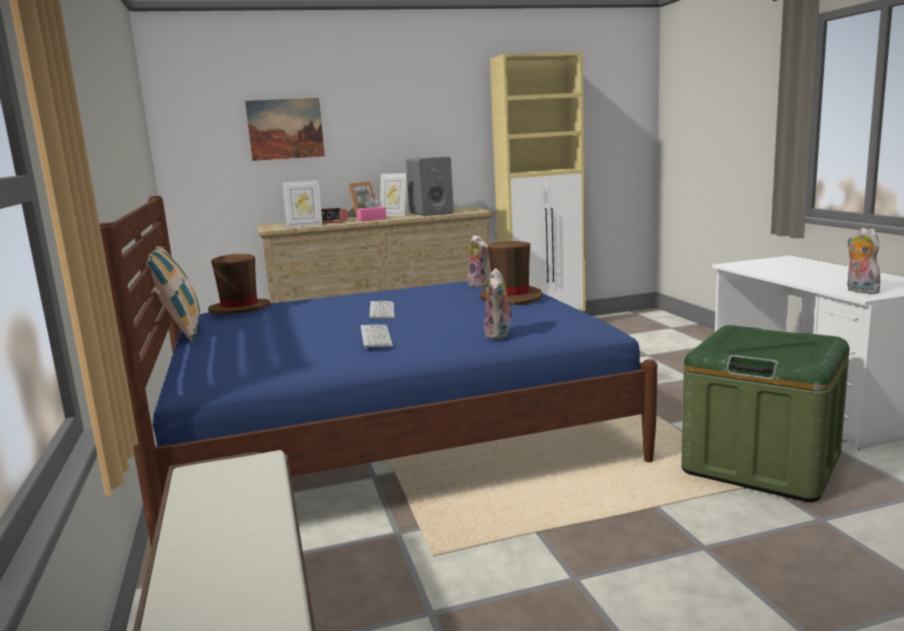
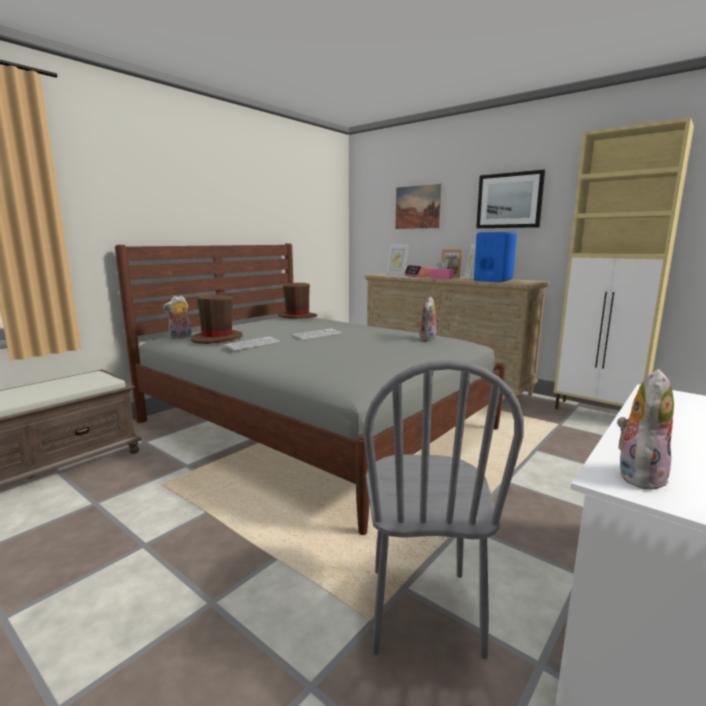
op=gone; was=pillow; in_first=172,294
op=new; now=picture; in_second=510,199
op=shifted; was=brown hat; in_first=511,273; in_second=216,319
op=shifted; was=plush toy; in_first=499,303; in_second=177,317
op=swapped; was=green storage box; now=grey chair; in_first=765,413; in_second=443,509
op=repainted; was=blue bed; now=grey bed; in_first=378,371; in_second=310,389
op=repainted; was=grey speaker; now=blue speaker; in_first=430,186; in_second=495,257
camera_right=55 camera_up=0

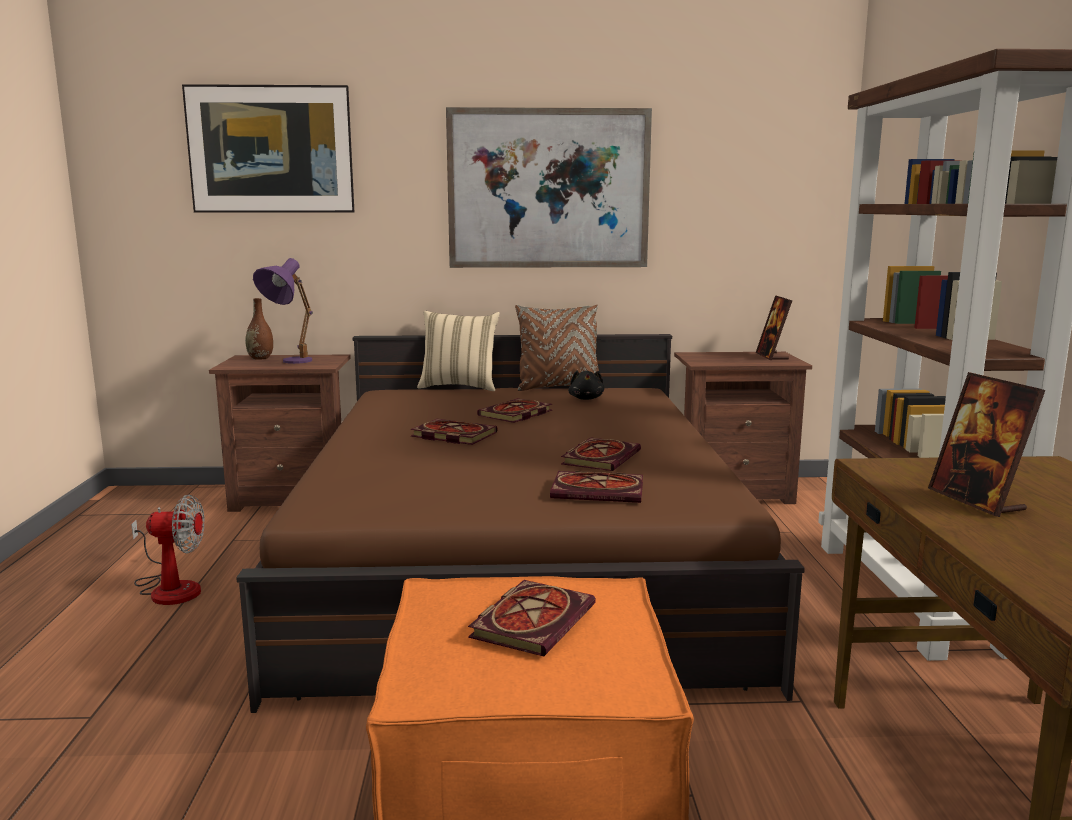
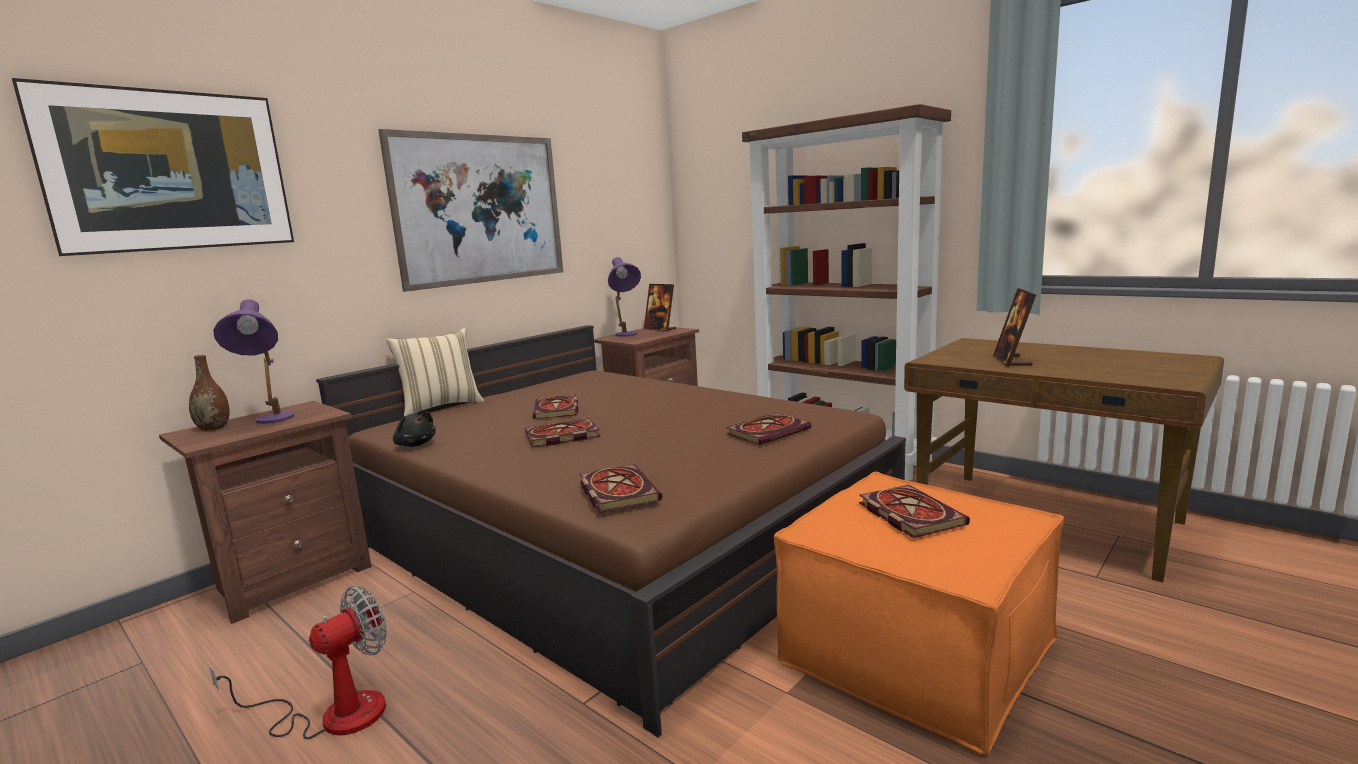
op=gone; was=brown pillow; in_first=557,348
op=new; now=purple table lamp; in_second=624,297
op=shifted; was=book; in_first=601,454; in_second=621,488
op=shifted; was=black plush toy; in_first=586,385; in_second=414,429
op=rotated; was=picture frame; in_first=986,444; in_second=1014,327; clockwise=75
camera_right=-45 camera_up=0

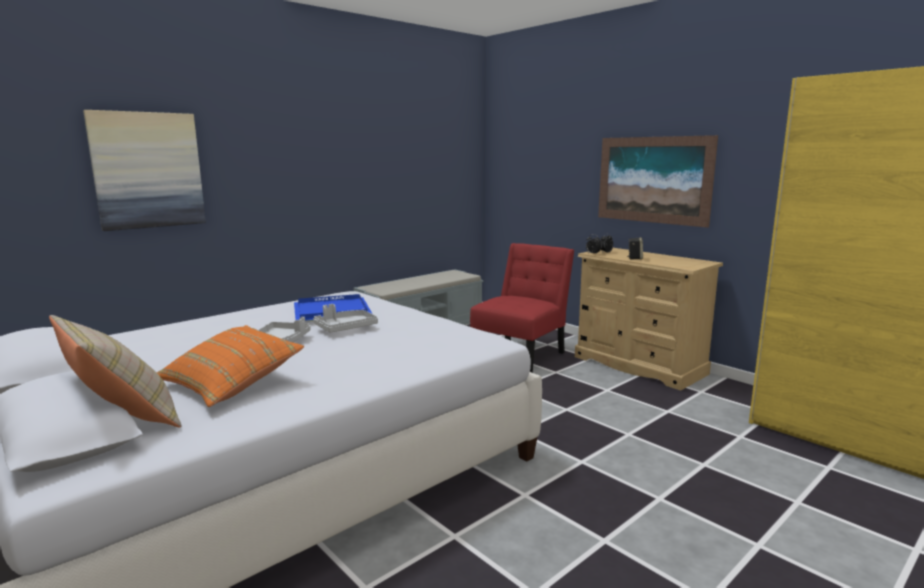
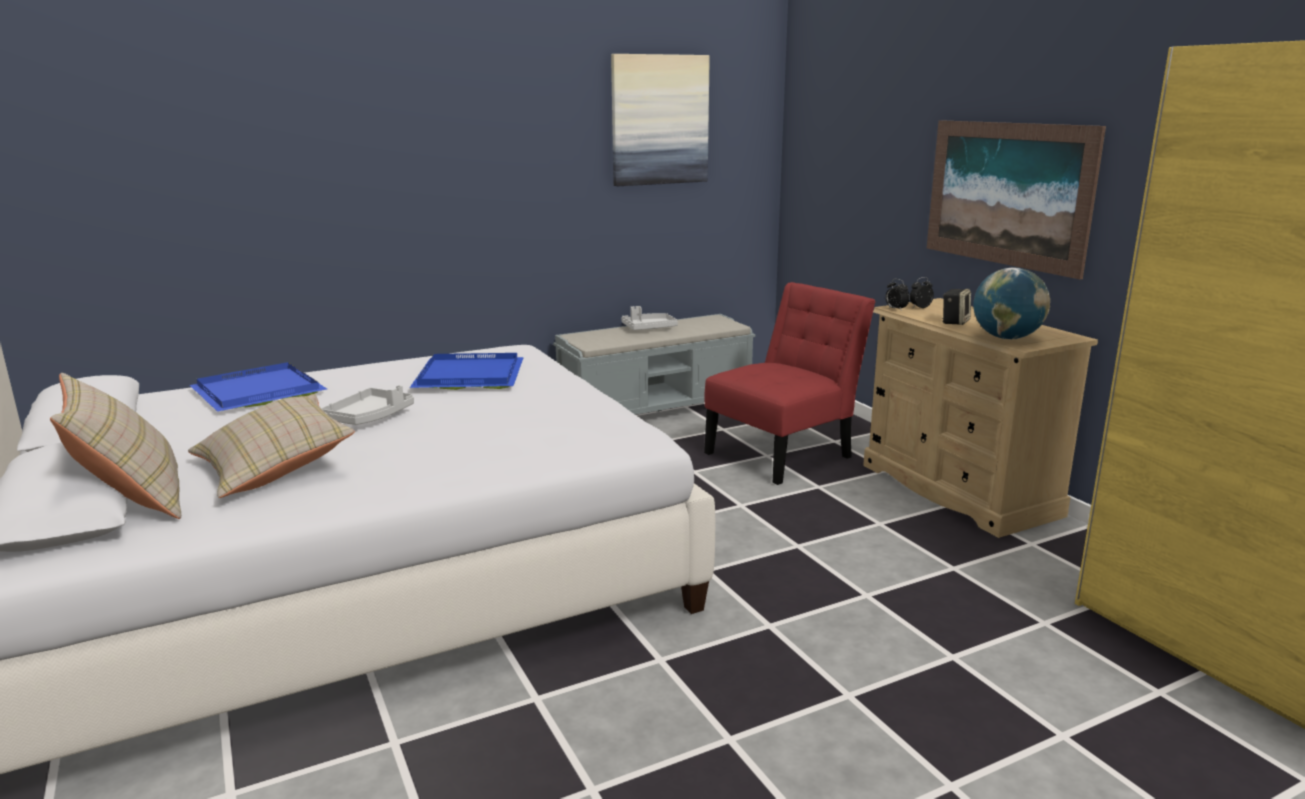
op=new; now=blue tray; in_second=258,387
op=new; now=globe; in_second=1012,303
op=shifted; was=picture; in_first=144,170; in_second=660,120
op=shifted; was=grey tray; in_first=345,318; in_second=649,318
op=repainted; was=orange pillow; now=beige pillow; in_first=230,366; in_second=271,446
camera_right=15 camera_up=5

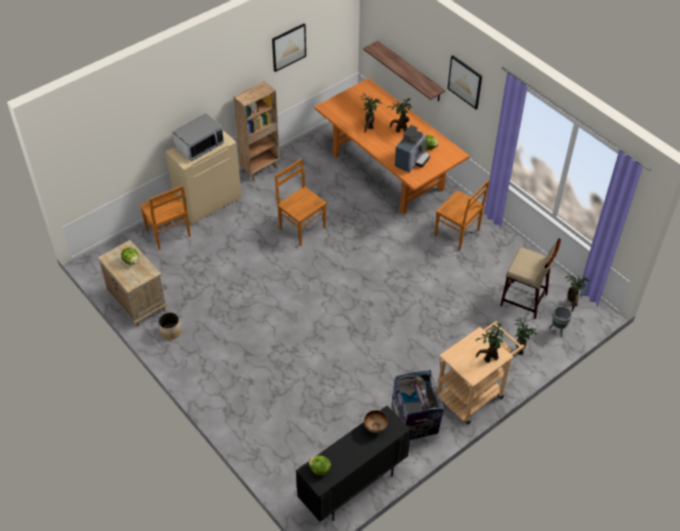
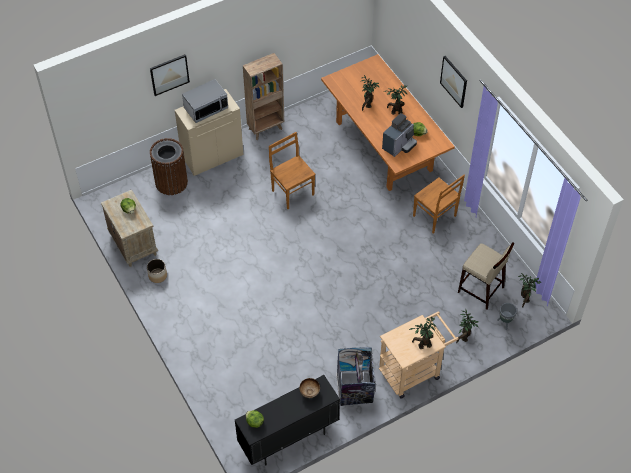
op=gone; was=shelf; in_first=404,71
op=shifted; was=picture; in_first=289,47; in_second=170,75
op=swapped; was=brown chair; now=brown trash can; in_first=165,217; in_second=169,166
camera_right=10 camera_up=5

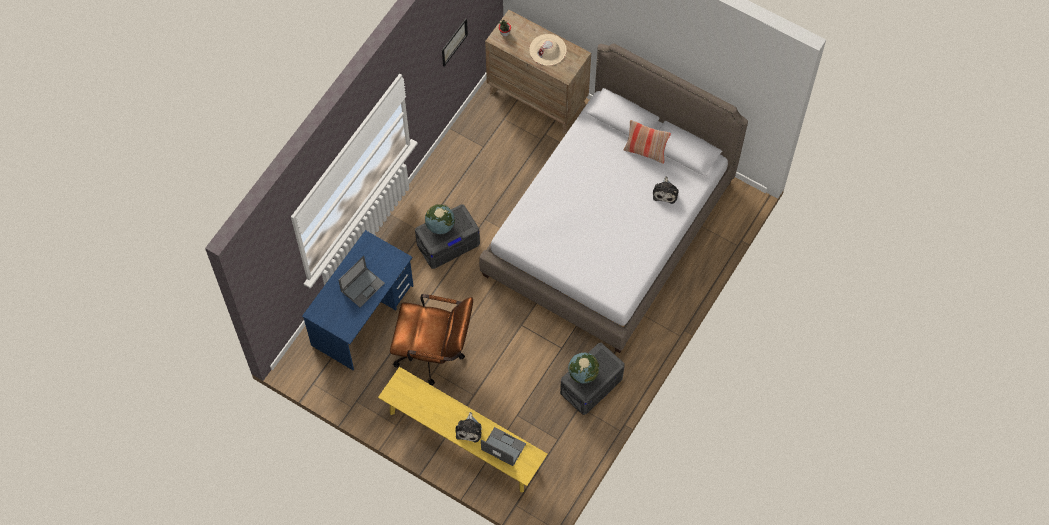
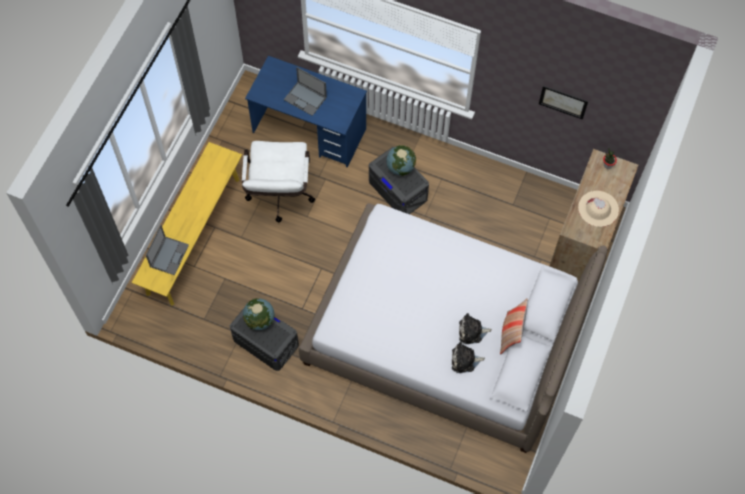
op=shifted; was=plush toy; in_first=468,427; in_second=475,328
op=repainted; was=brown office chair; now=white office chair; in_first=431,339; in_second=278,182
camera_right=80 camera_up=0

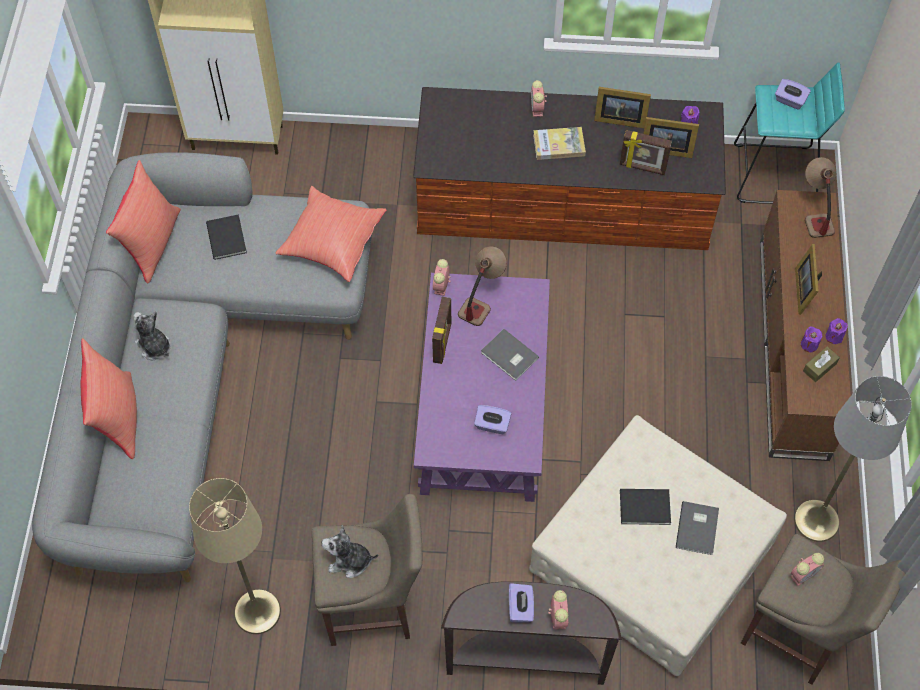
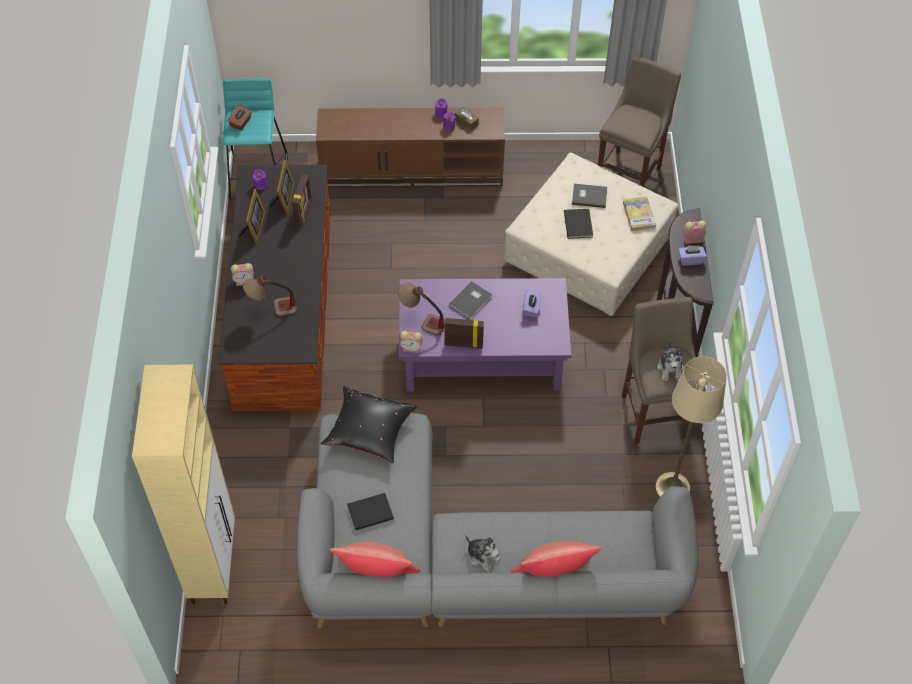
op=gone; was=alarm clock; in_first=807,569
op=gone; was=grey floor lamp; in_first=853,459
op=gone; was=picture frame; in_first=808,279
op=shifted; was=book; in_first=559,143; in_second=639,213
op=shifted; was=table lamp; in_first=820,197; in_second=270,296
op=repainted; was=red pillow; now=black pillow; in_first=331,234; in_second=369,424
op=repainted; was=purple tissue box; now=brown tissue box; in_first=793,94; in_second=240,117
op=rotated; was=plush toy; in_first=152,335; in_second=483,553; clockwise=-90
camera_right=-95 camera_up=-5

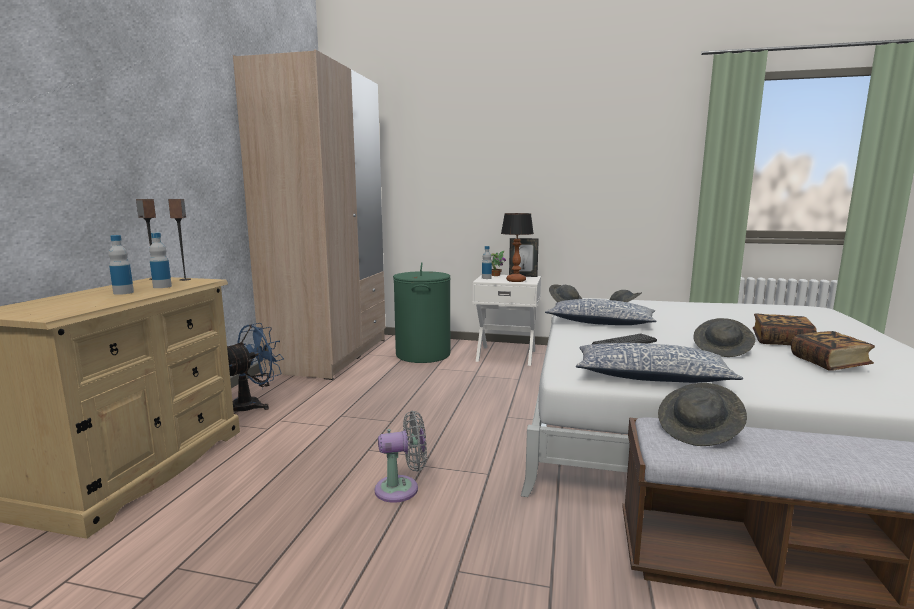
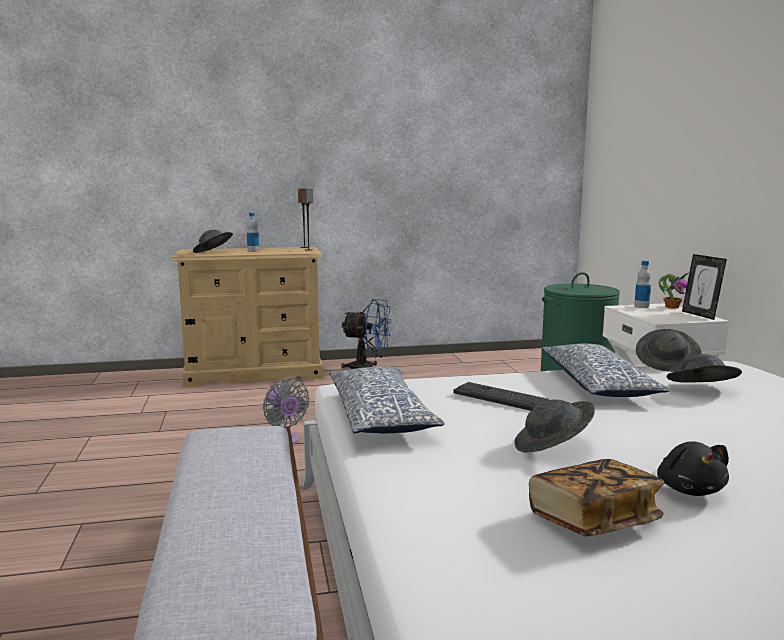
op=gone; was=bottle; in_first=160,260
op=gone; was=beige wardrobe; in_first=309,214
op=gone; was=table lamp; in_first=517,247
op=shifted; was=grey hat; in_first=702,414; in_second=213,241
op=swapped; was=book; now=black plush toy; in_first=785,329; in_second=693,468
camera_right=65 camera_up=0

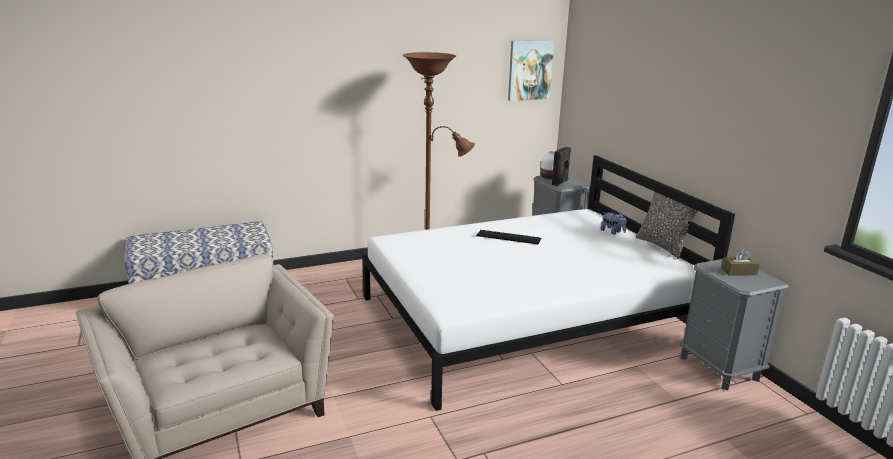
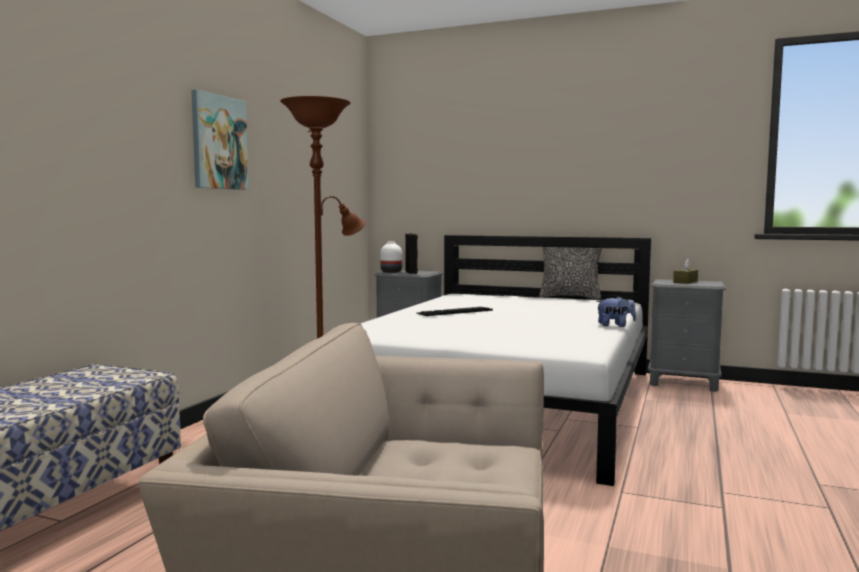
op=shifted; was=picture; in_first=531,70; in_second=220,139
op=shifted; was=plush toy; in_first=613,223; in_second=616,311
camera_right=-45 camera_up=-15

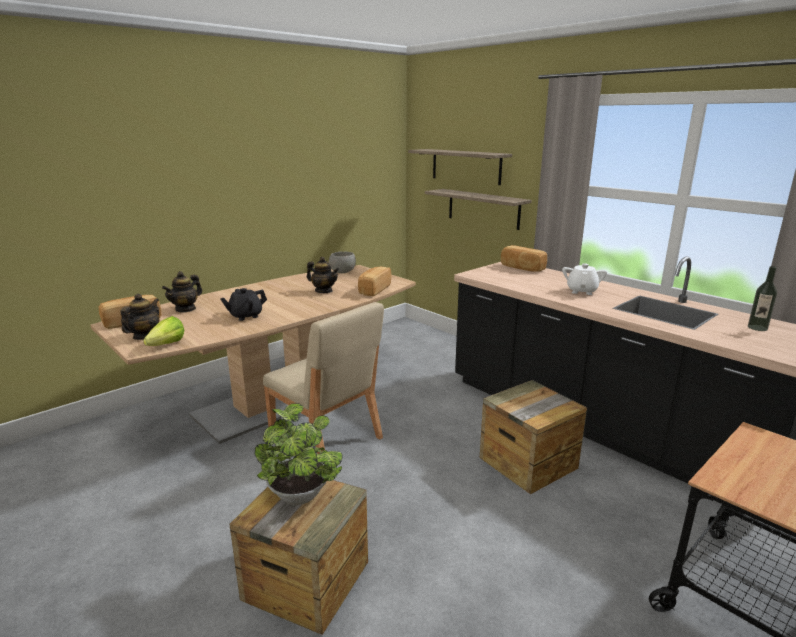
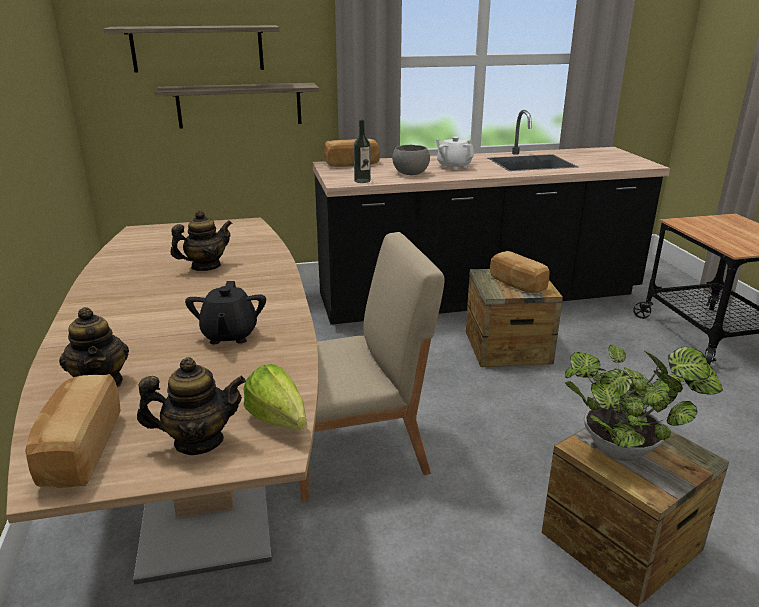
op=shifted; was=grey bowl; in_first=342,262; in_second=411,160
op=shifted; was=bread; in_first=375,281; in_second=520,272
op=shifted; was=bottle; in_first=762,298; in_second=362,151
op=rotated; was=teapot; in_first=139,317; in_second=191,406; clockwise=120
camera_right=-60 camera_up=5

